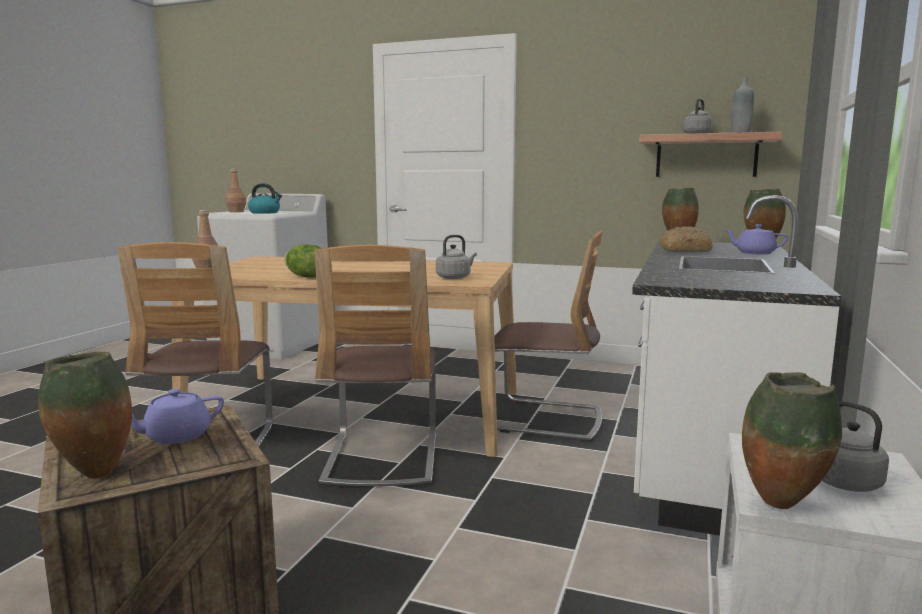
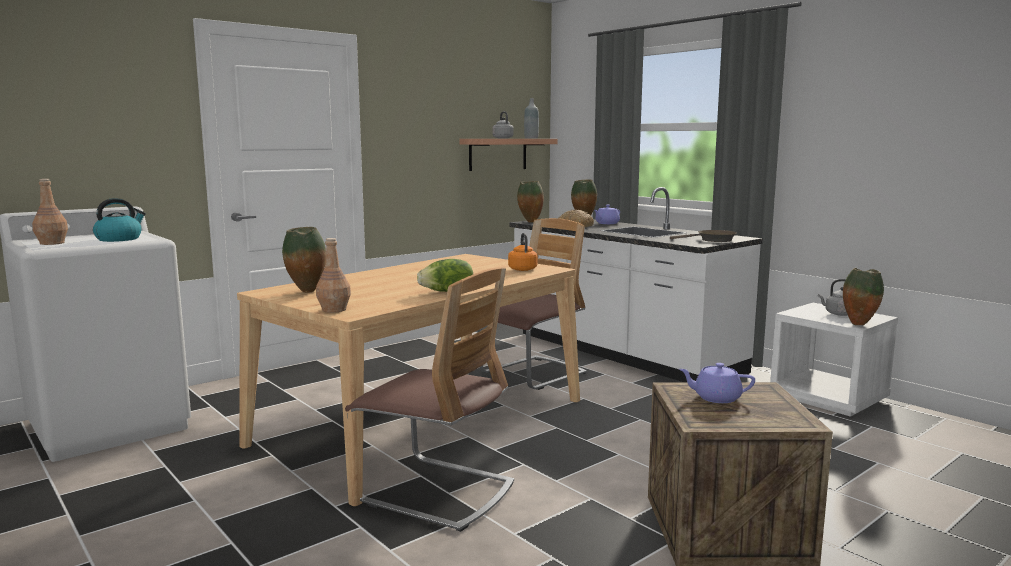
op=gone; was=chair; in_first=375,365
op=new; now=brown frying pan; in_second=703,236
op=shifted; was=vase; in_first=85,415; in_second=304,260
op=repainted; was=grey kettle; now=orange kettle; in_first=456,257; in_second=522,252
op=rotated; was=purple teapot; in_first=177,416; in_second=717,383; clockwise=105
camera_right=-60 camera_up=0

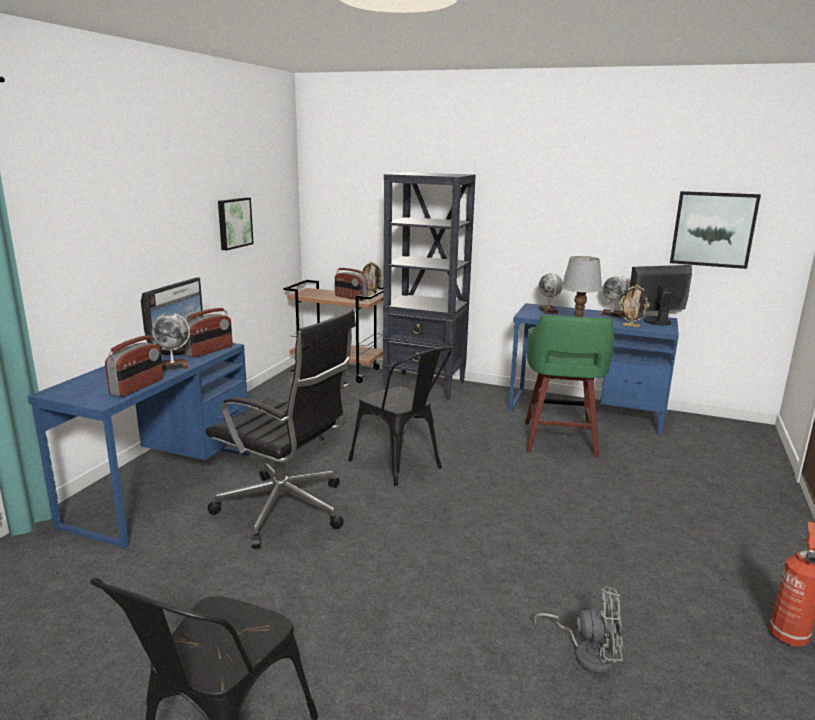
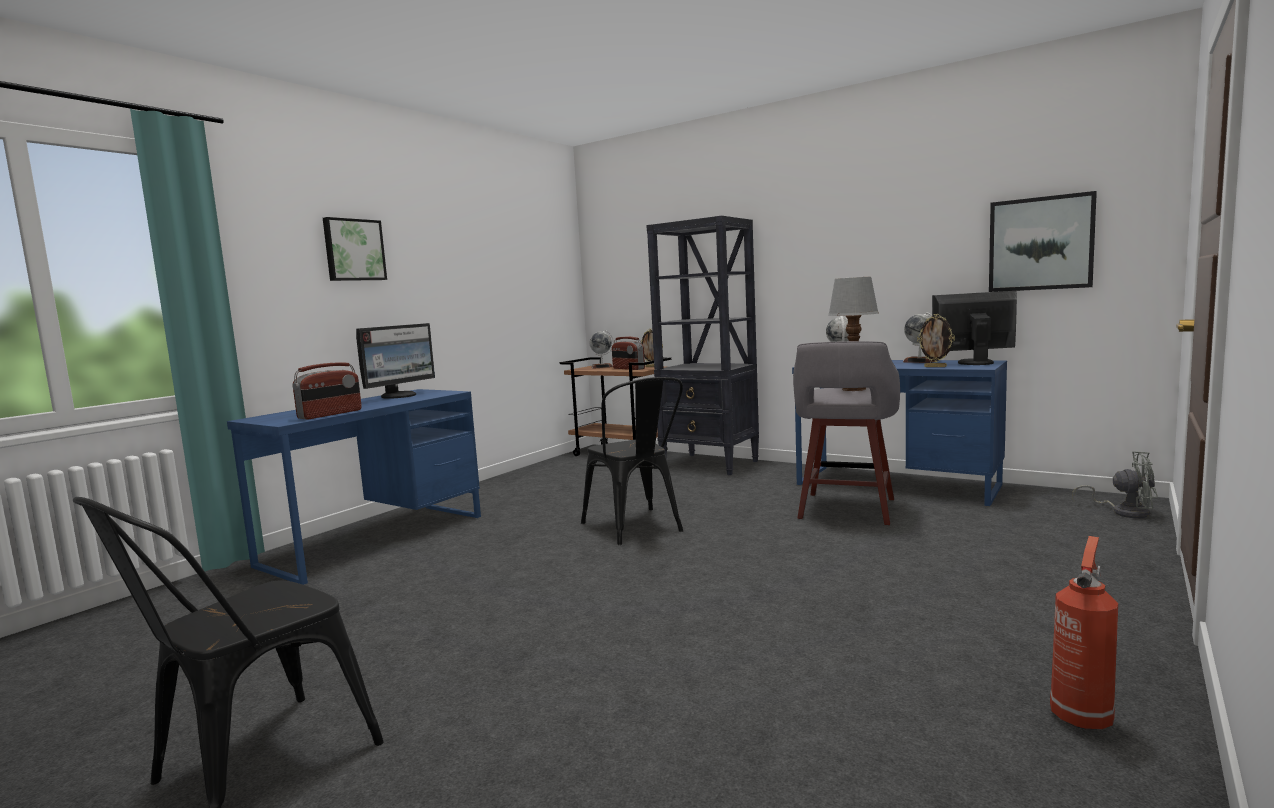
op=gone; was=radio; in_first=208,333
op=gone; was=black office chair; in_first=280,429
op=shifted; was=globe; in_first=171,342; in_second=602,349
op=shifted; was=picture; in_first=236,224; in_second=355,249
op=shifted; was=grey fan; in_first=578,630; in_second=1115,484
op=repainted; was=green stool; now=grey stool; in_first=569,386; in_second=846,433
camera_right=15 camera_up=-10

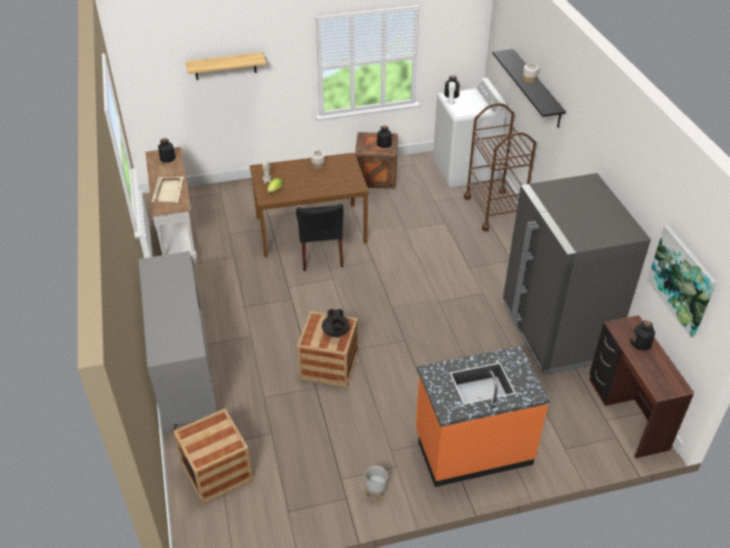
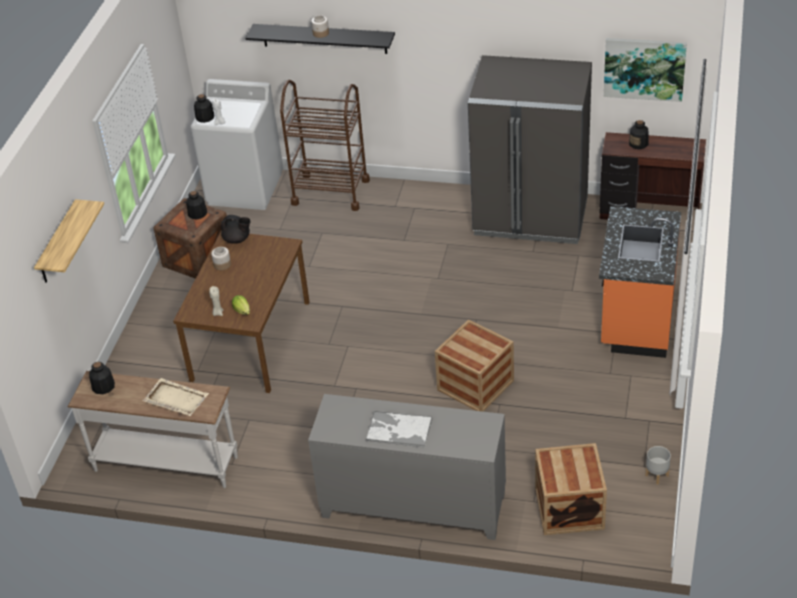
op=gone; was=black chair; in_first=319,237
op=new; now=tray; in_second=398,429
op=shifted; was=black teapot; in_first=336,323; in_second=236,229
op=shifted; was=grey planter; in_first=377,483; in_second=658,465
camera_right=-60 camera_up=0

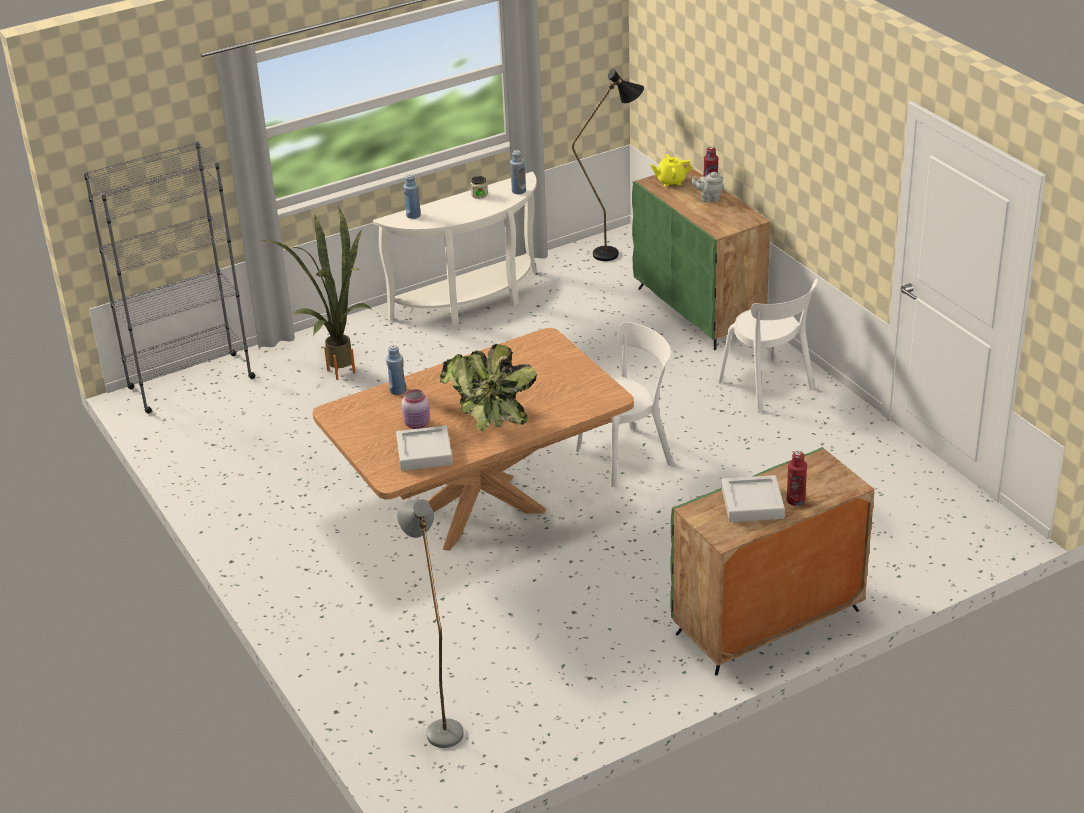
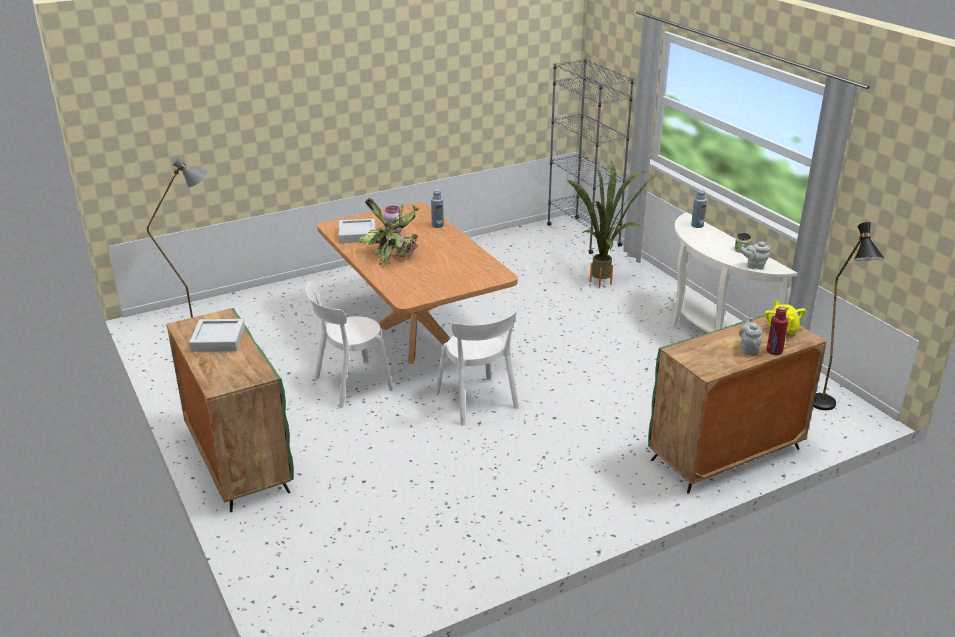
op=gone; was=red bottle; in_first=796,478
op=shifted; was=white chair; in_first=768,345; in_second=350,344
op=swapped; was=blue bottle; now=grey teapot; in_first=518,172; in_second=755,255
camera_right=90 camera_up=-5

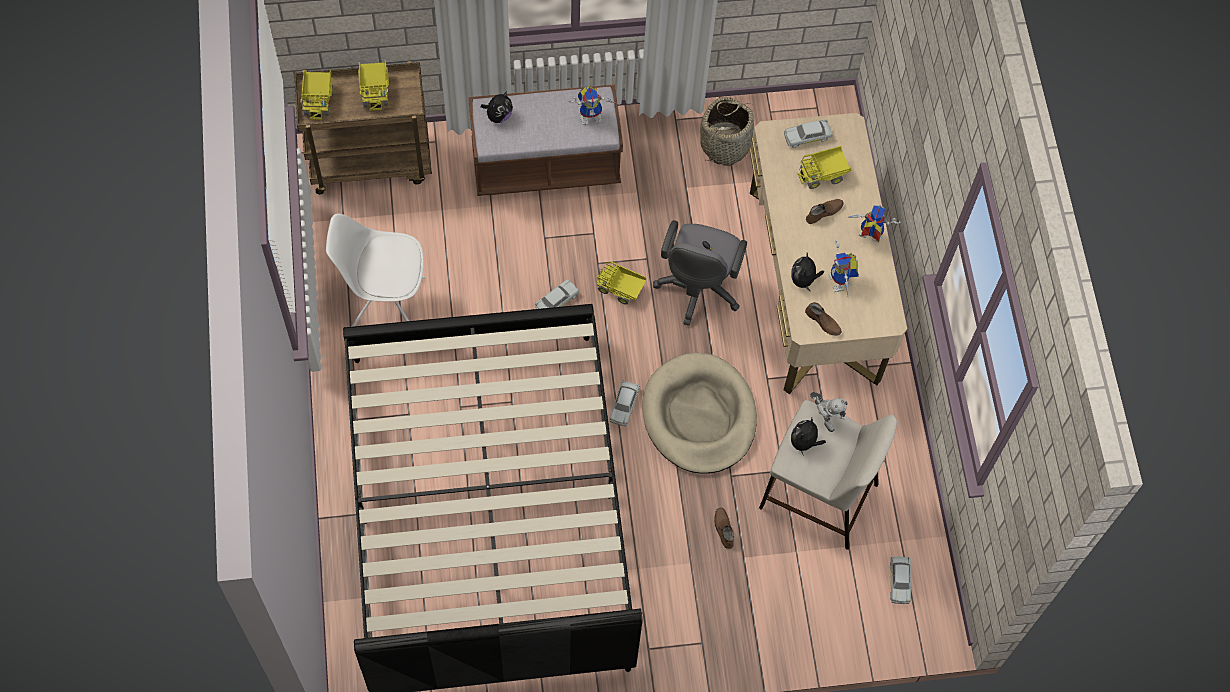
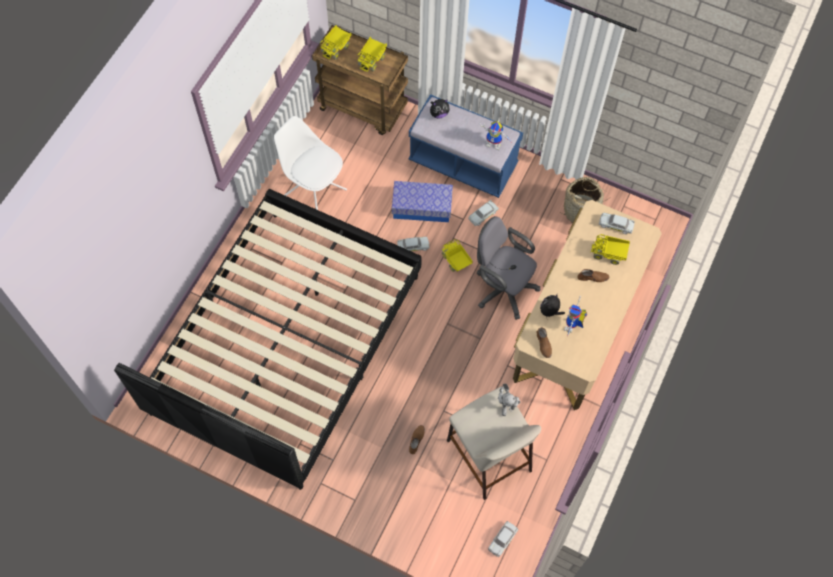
op=gone; was=beige dog bed; in_first=699,413
op=gone; was=plush toy; in_first=808,437
op=gone; was=toy robot; in_first=873,223
op=new; now=storage box; in_second=422,201
op=shifted; was=white toy car; in_first=625,403; in_second=483,213
op=repainted; was=brown bench; now=blue bench; in_first=545,140; in_second=465,146
op=rotated; was=grey office chair; in_first=700,273; in_second=508,268; clockwise=75
camera_right=35 camera_up=0

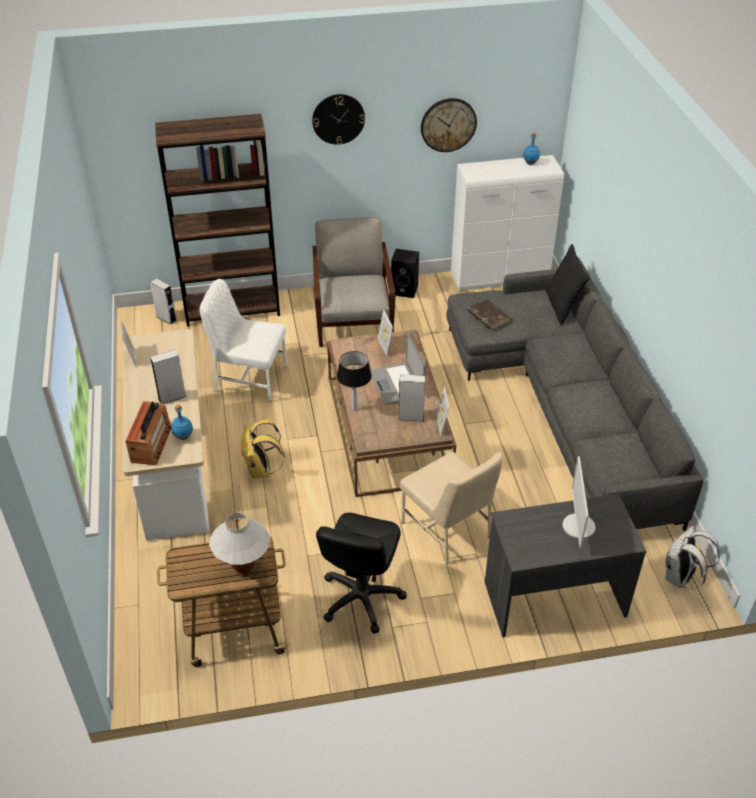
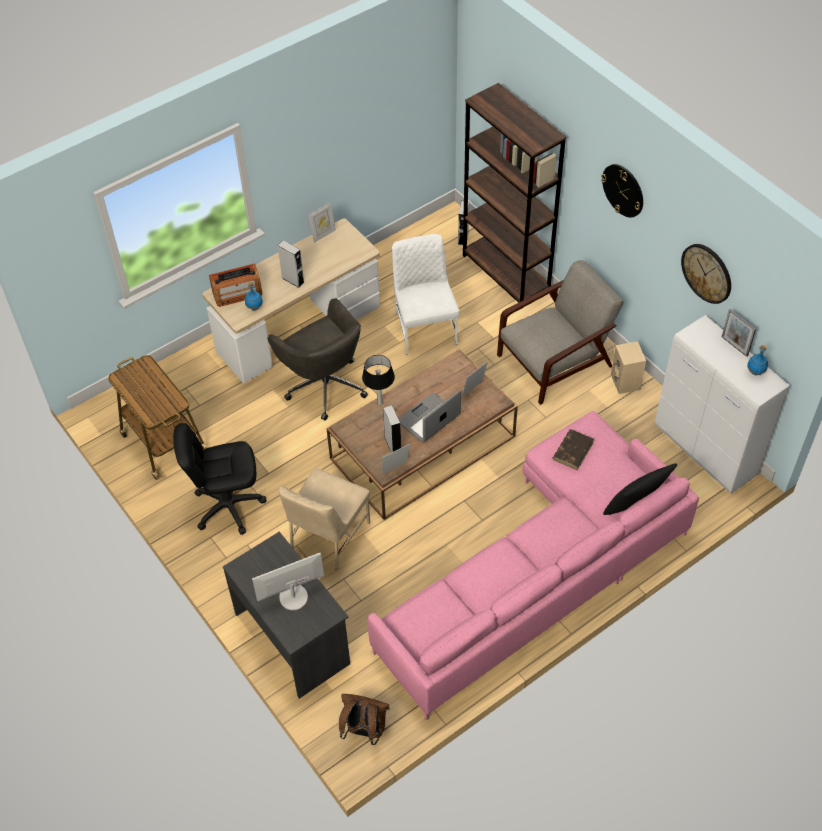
op=gone; was=white table lamp; in_first=239,545
op=new; now=picture frame; in_second=739,333
op=swapped; was=yellow backpack; now=grey office chair; in_first=263,448; in_second=318,359
op=repainted; was=black speaker; now=beige speaker; in_first=405,273; in_second=628,367
op=repainted; was=grey sofa; now=pink sofa; in_first=575,393; in_second=533,565
op=repainted; was=white backpack; now=brown backpack; in_first=692,557; in_second=364,719
camera_right=65 camera_up=10

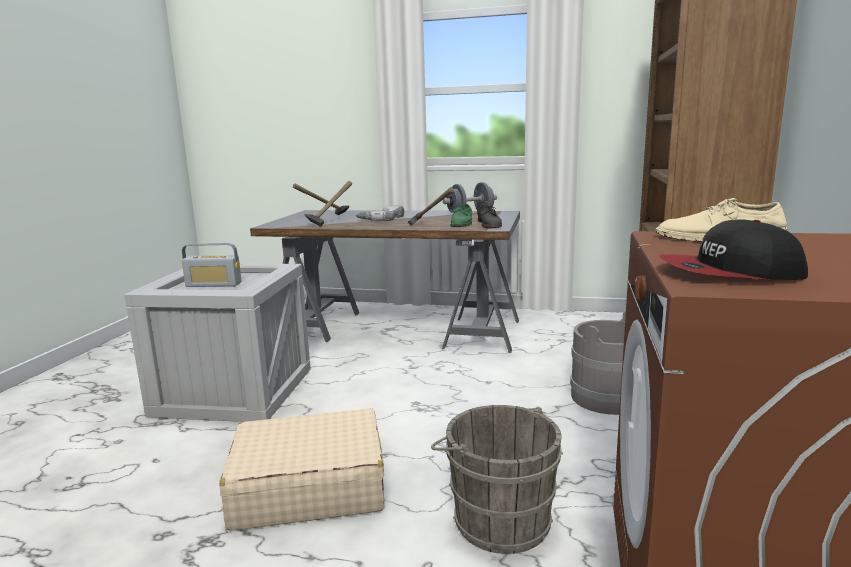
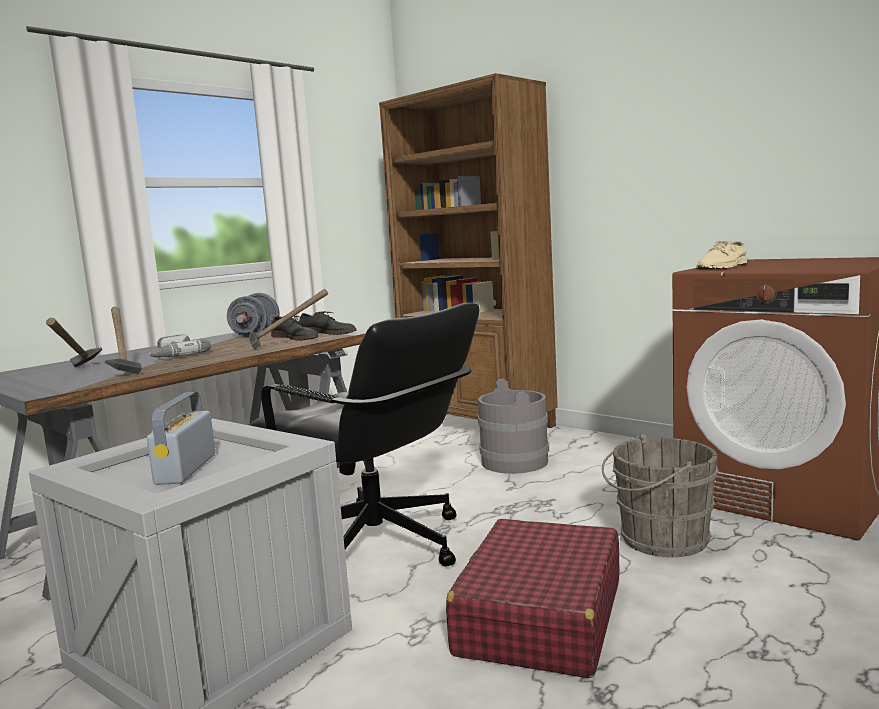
op=gone; was=cap; in_first=733,249
op=new; now=black office chair; in_second=363,435
op=repainted; was=beige suitcase; now=red suitcase; in_first=301,469; in_second=532,598
op=repainted; was=green shoe; now=grey shoe; in_first=461,215; in_second=294,328
op=rotated; was=radio; in_first=212,265; in_second=181,438; clockwise=150
camera_right=-60 camera_up=-5

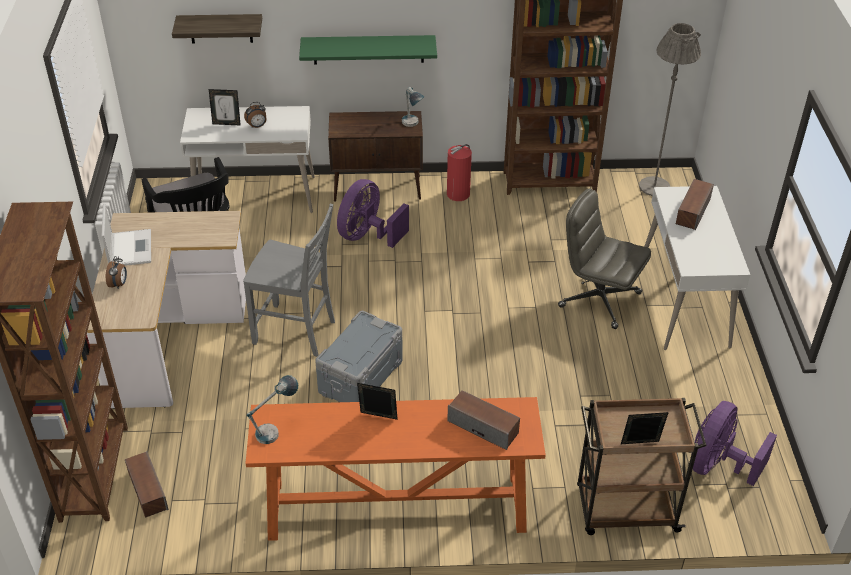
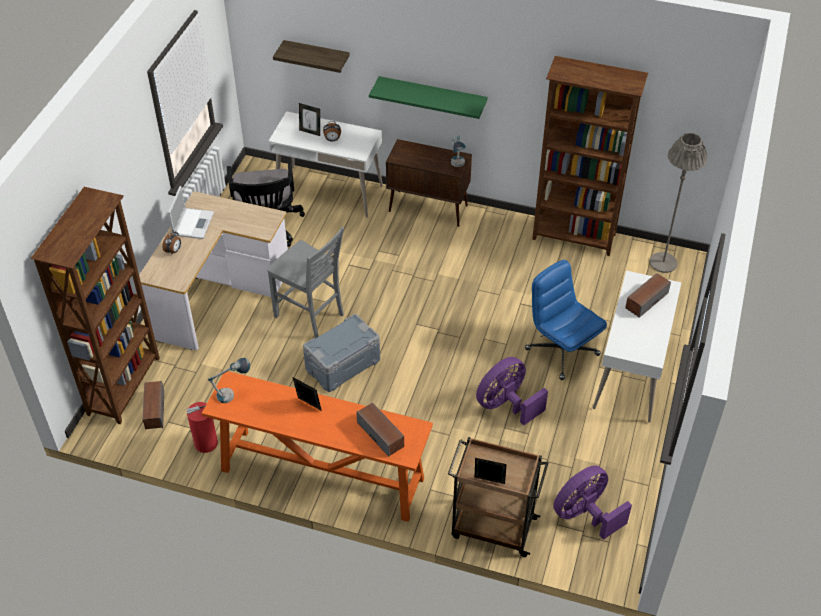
op=shifted; was=purple fan; in_first=373,213; in_second=512,391
op=shifted; was=fire extinguisher; in_first=459,172; in_second=202,427
op=repainted; was=grey office chair; now=blue office chair; in_first=604,258; in_second=566,320
camera_right=20 camera_up=5

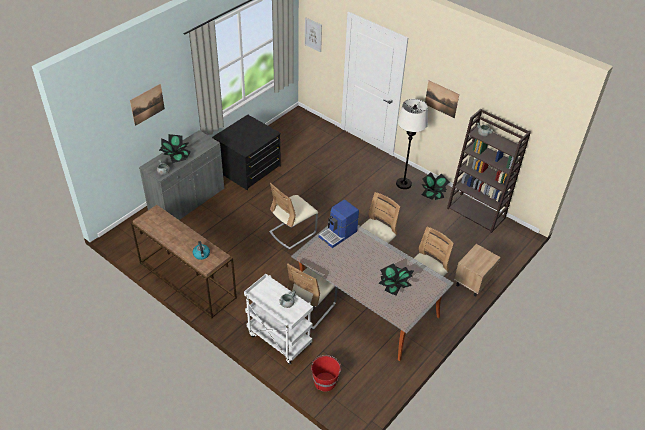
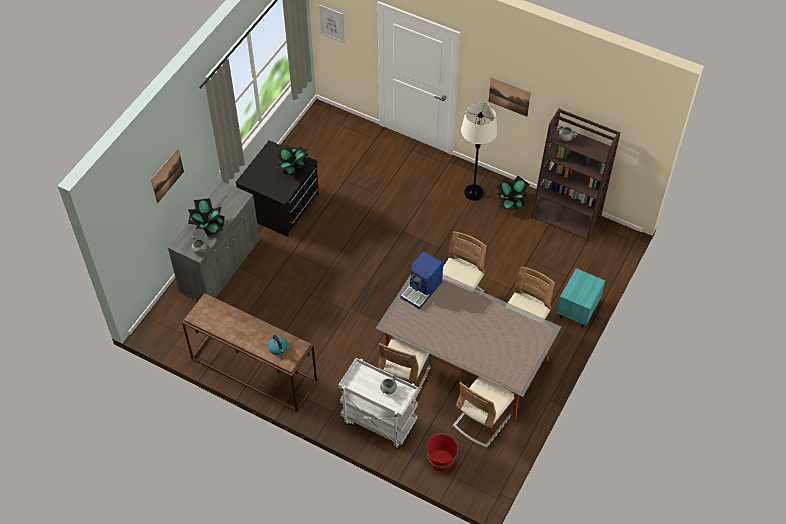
op=shifted; was=beige chair; in_first=293,216; in_second=483,412
op=shifted; was=potted plant; in_first=396,279; in_second=291,161
op=repainted; was=beige nightstand; now=turquoise nightstand; in_first=477,270; in_second=581,298
camera_right=-10 camera_up=10

